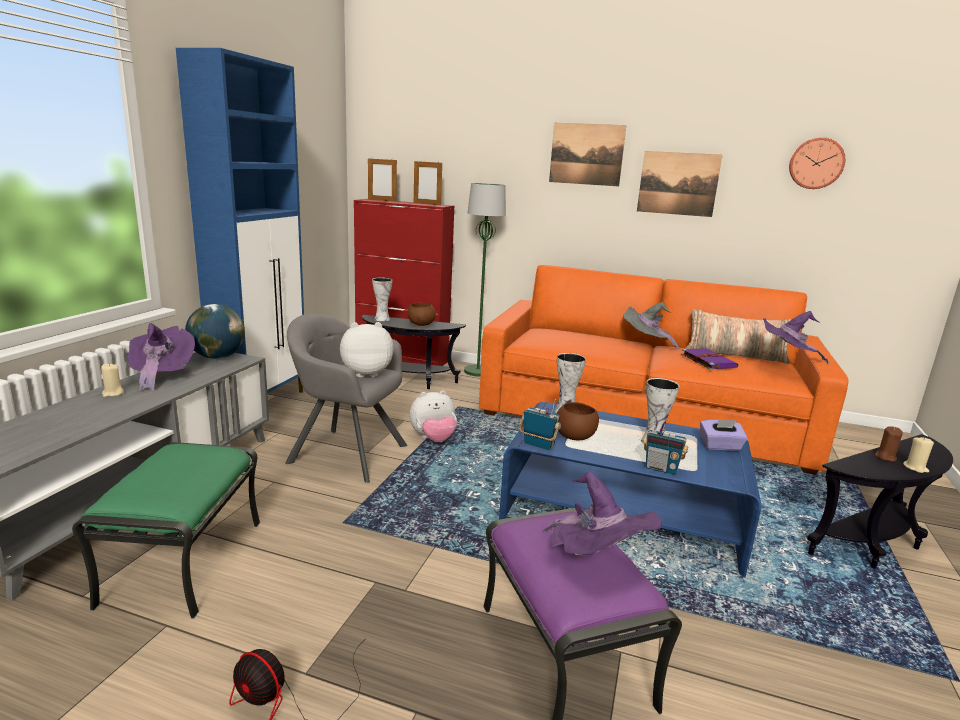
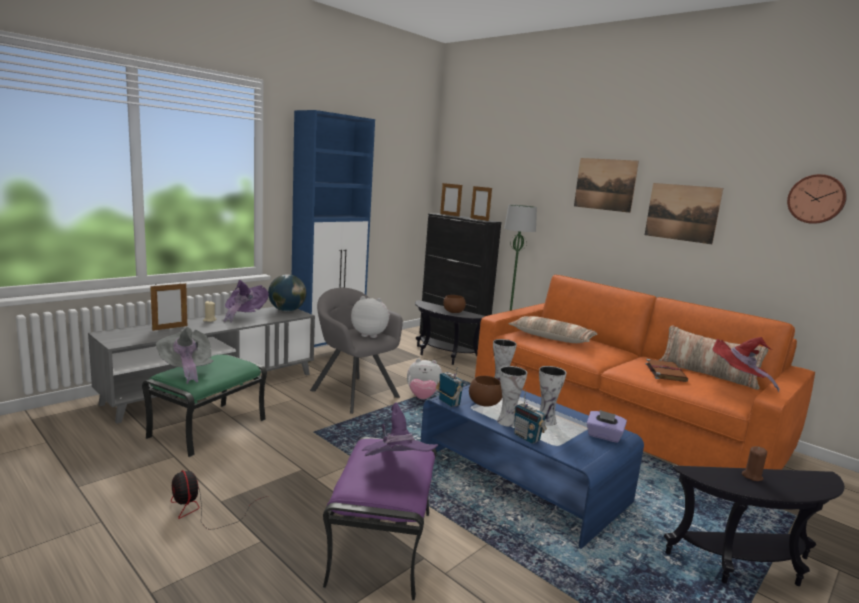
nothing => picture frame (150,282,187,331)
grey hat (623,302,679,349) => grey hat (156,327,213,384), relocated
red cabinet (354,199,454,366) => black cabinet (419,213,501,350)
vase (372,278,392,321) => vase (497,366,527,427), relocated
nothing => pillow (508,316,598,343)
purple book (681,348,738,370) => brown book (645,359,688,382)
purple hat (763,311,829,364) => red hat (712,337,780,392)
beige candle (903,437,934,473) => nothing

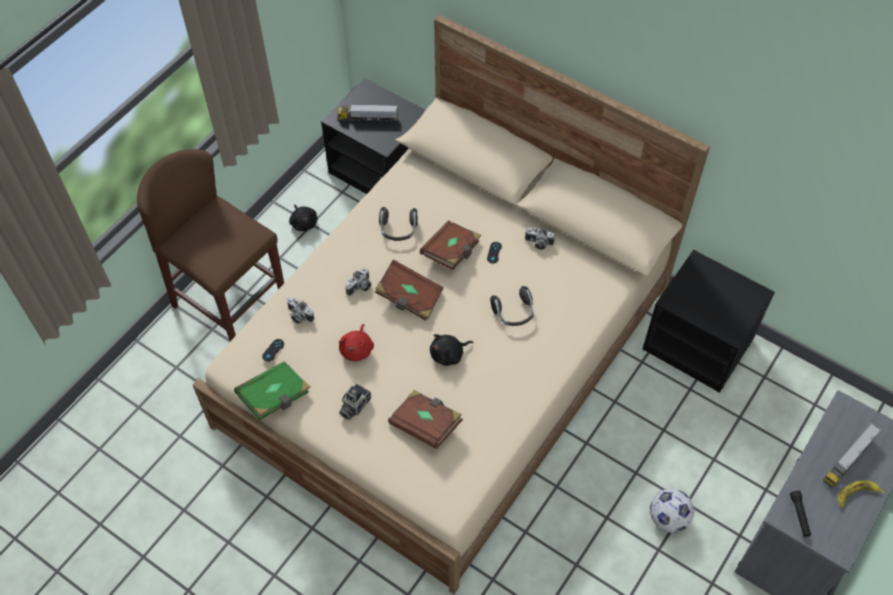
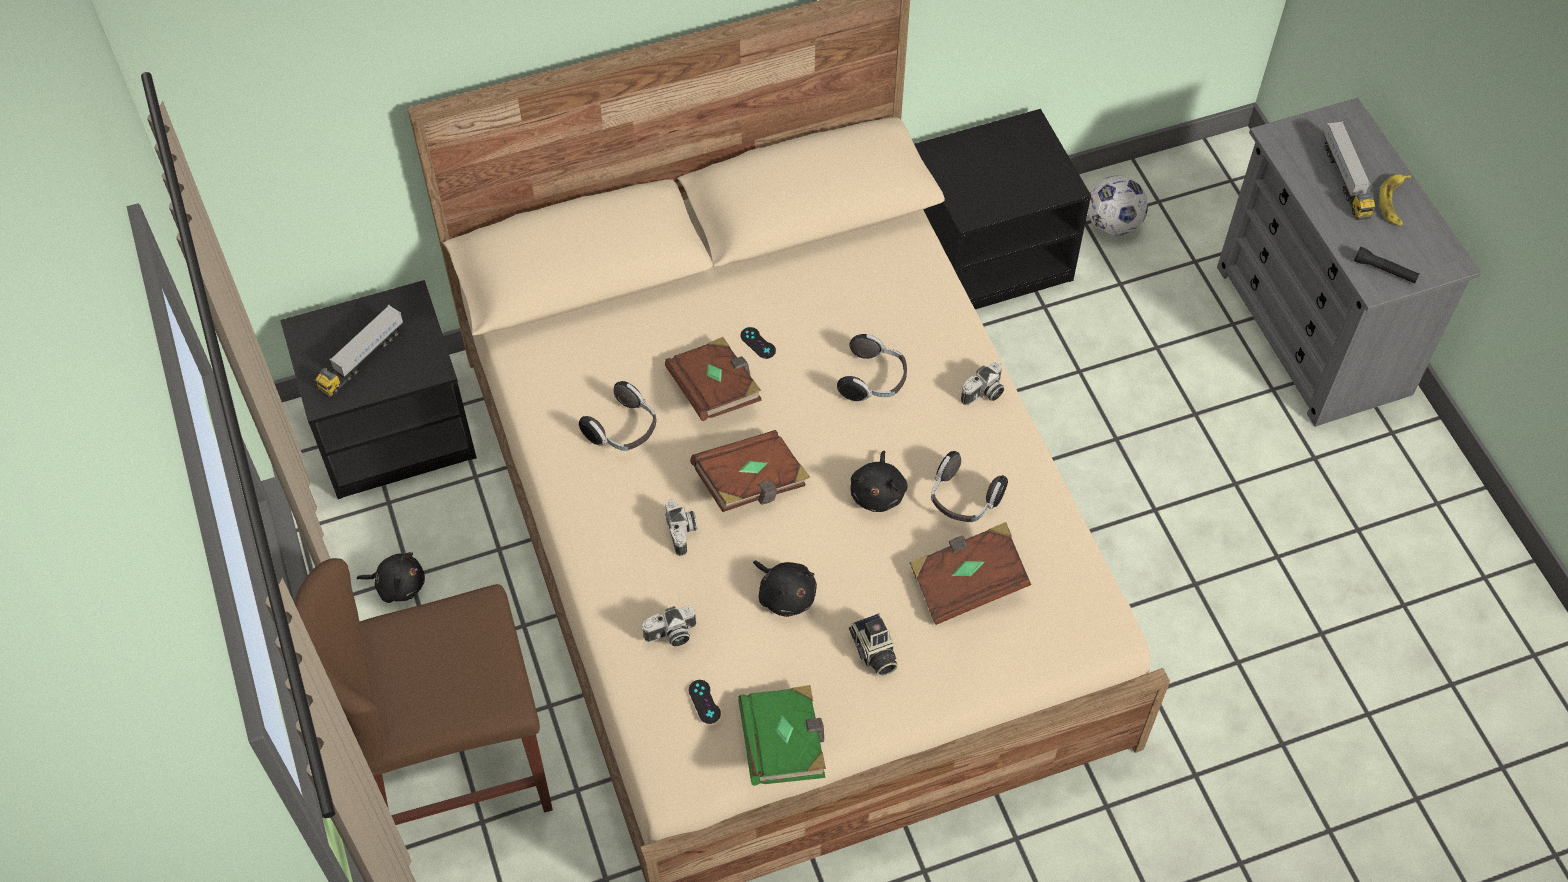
red plush toy (339,324,374,361) => black plush toy (753,560,817,617)
nothing => headphones (931,451,1008,522)
photo camera (525,227,555,250) => photo camera (961,362,1004,405), relocated
football (650,489,694,533) => football (1088,176,1148,236), relocated

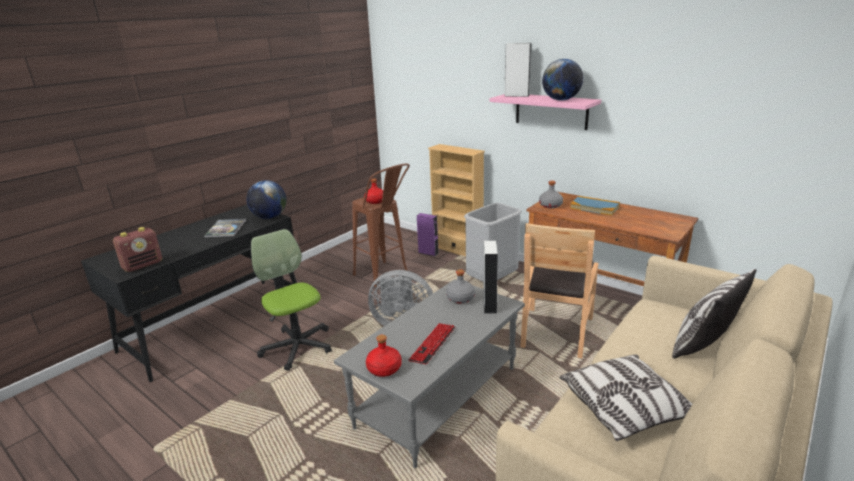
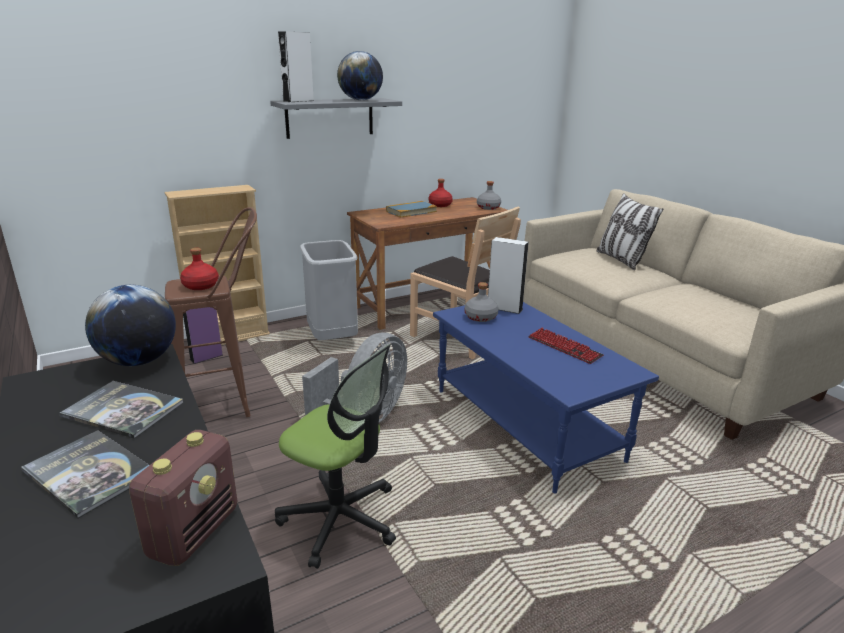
nothing => book (21,430,149,518)
radio (113,227,162,272) => radio (129,430,237,566), 45 degrees clockwise
pink shelf (490,94,601,130) => grey shelf (270,98,402,139)
office chair (251,229,332,371) => office chair (275,344,396,569), 135 degrees counterclockwise
red bottle (366,335,402,377) => red bottle (429,179,453,207), relocated
grey coffee table (334,279,525,468) => blue coffee table (433,302,659,494)
grey bottle (539,181,563,208) => grey bottle (477,181,501,210), relocated
pillow (559,354,692,441) => nothing

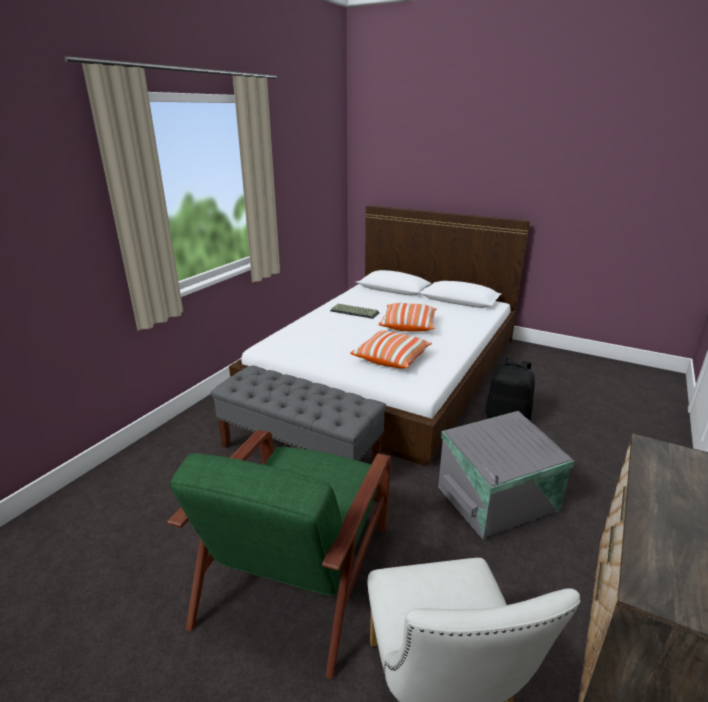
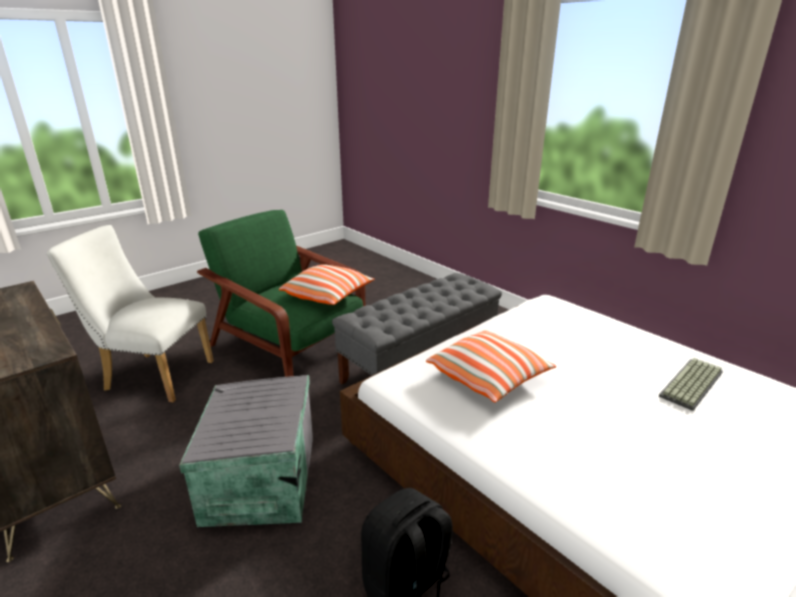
pillow (378,303,437,332) => pillow (279,264,375,305), relocated

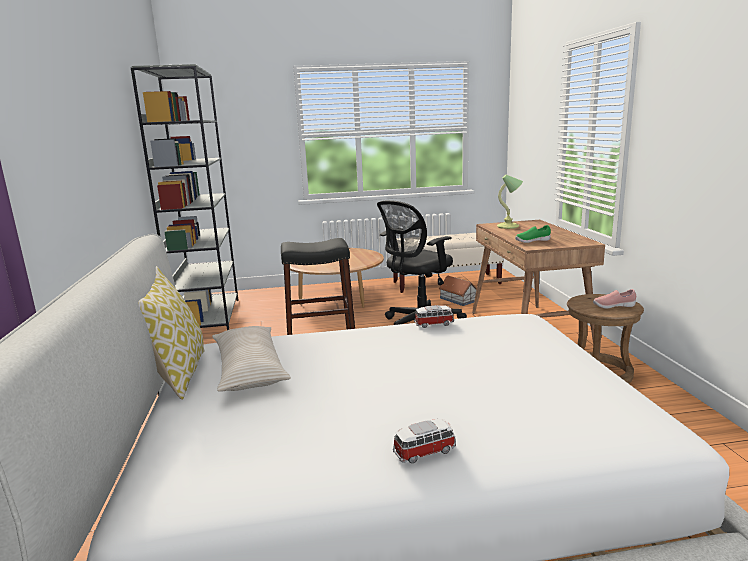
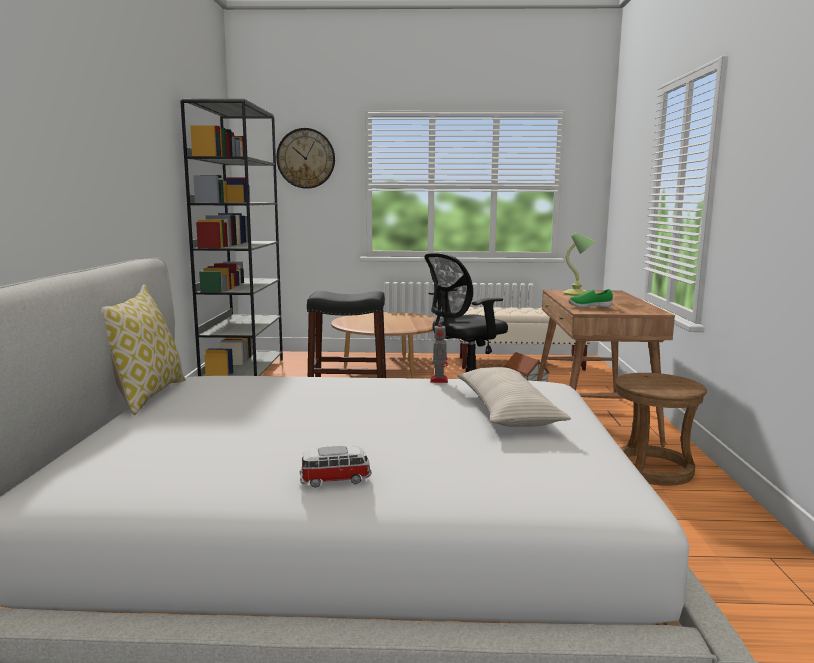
nothing => wall clock (276,128,335,189)
toy car (414,305,454,328) => toy robot (430,324,448,383)
beige pillow (212,326,291,392) => beige pillow (457,367,571,427), relocated
pink shoe (593,289,636,309) => nothing

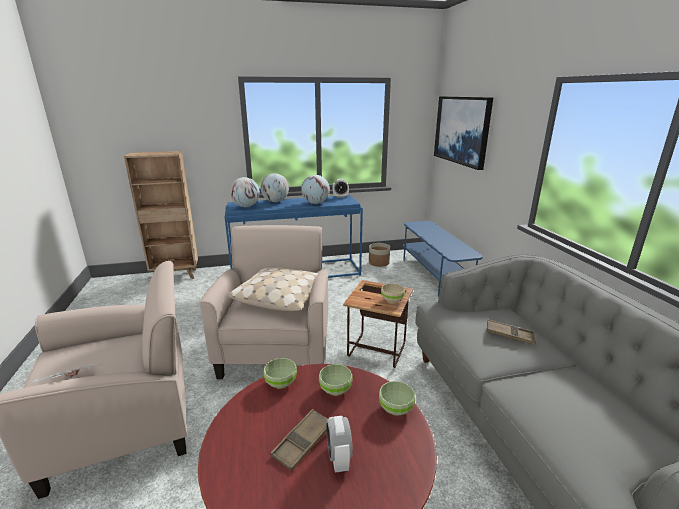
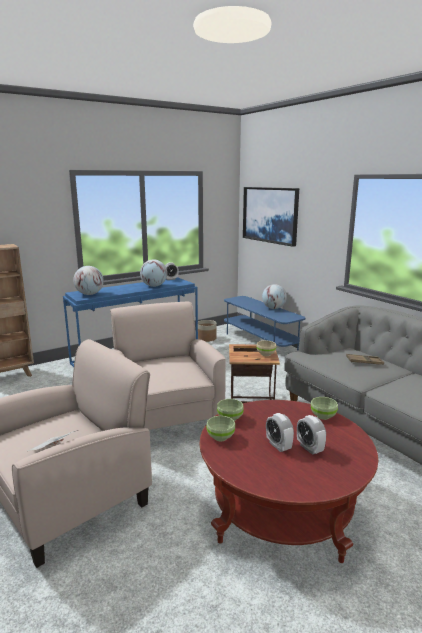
green bowl (319,364,353,396) => green bowl (206,416,235,441), relocated
globe (260,173,289,202) => globe (262,284,287,309), relocated
brown tray (270,409,328,471) => alarm clock (266,413,294,452)
beige pillow (226,267,328,311) => nothing

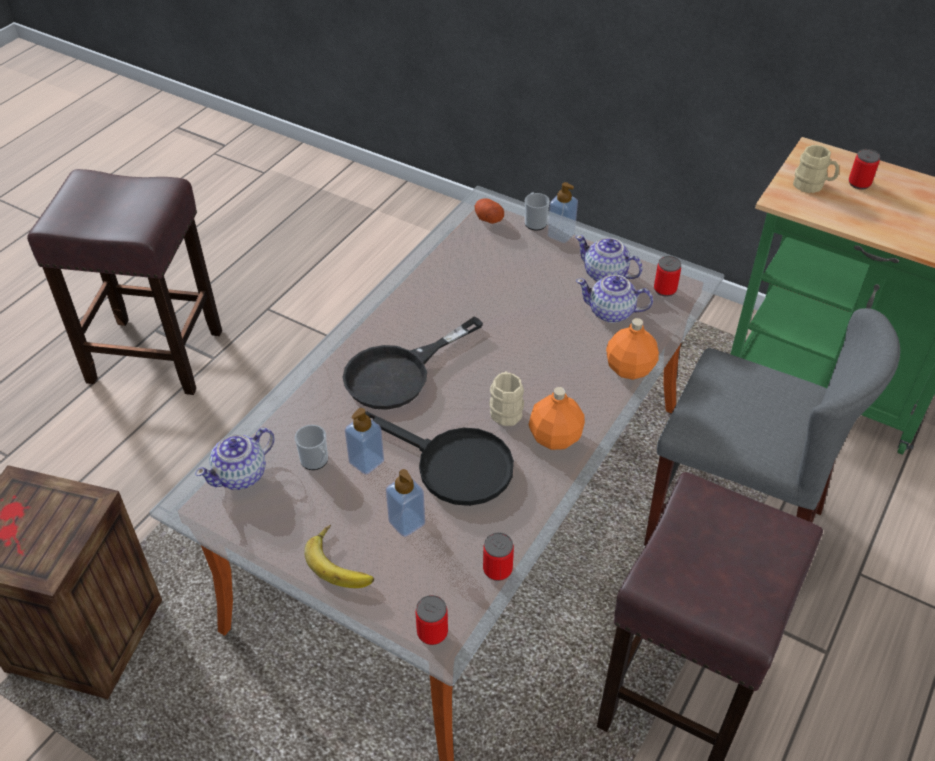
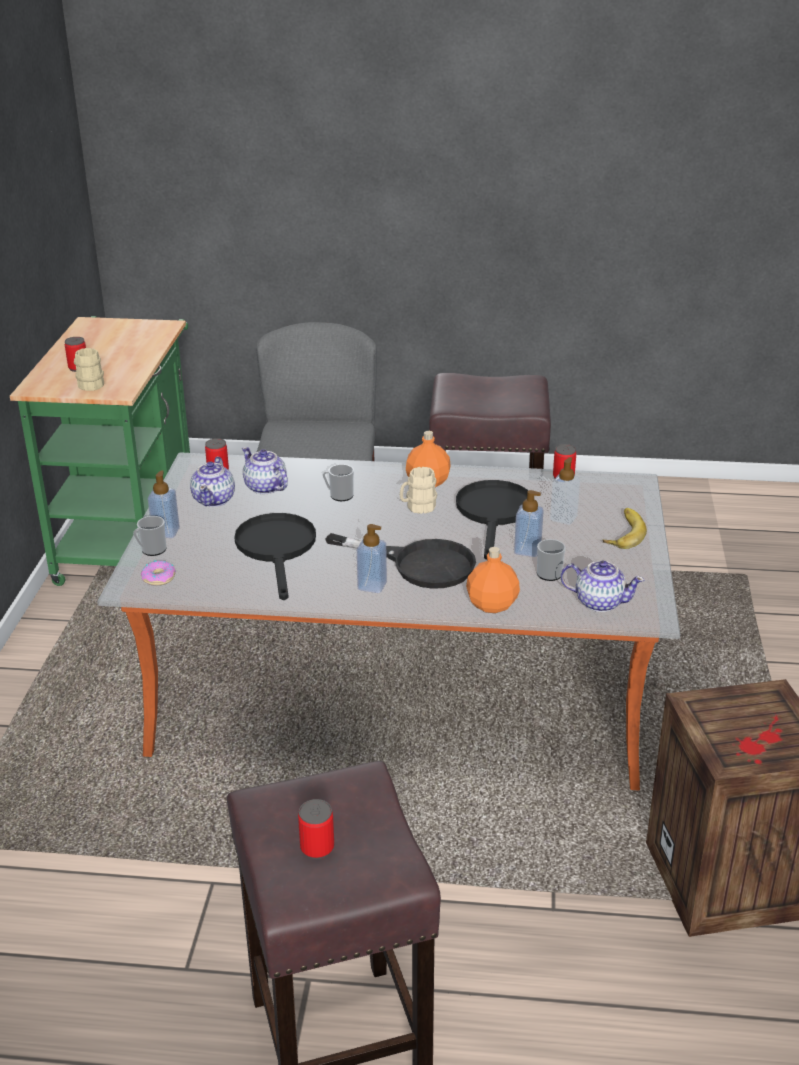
potato (475,198,504,224) => donut (141,560,176,585)
nothing => black frying pan (235,513,316,600)
teapot (576,275,653,323) => teapot (242,447,288,494), 150 degrees clockwise
can (416,595,448,645) => can (298,799,334,859), relocated
nothing => mug (323,464,354,501)
nothing => soap dispenser (357,524,387,593)
orange bottle (606,318,659,380) => orange bottle (466,547,520,613), relocated

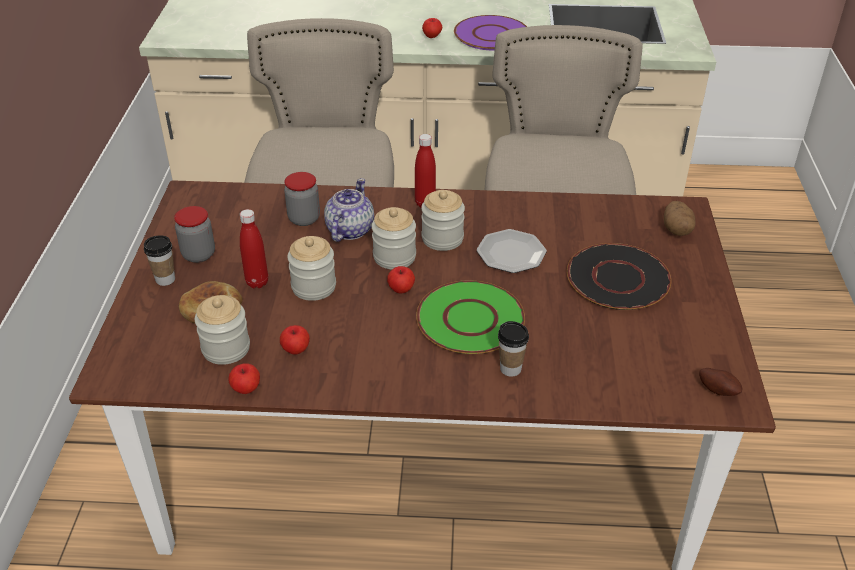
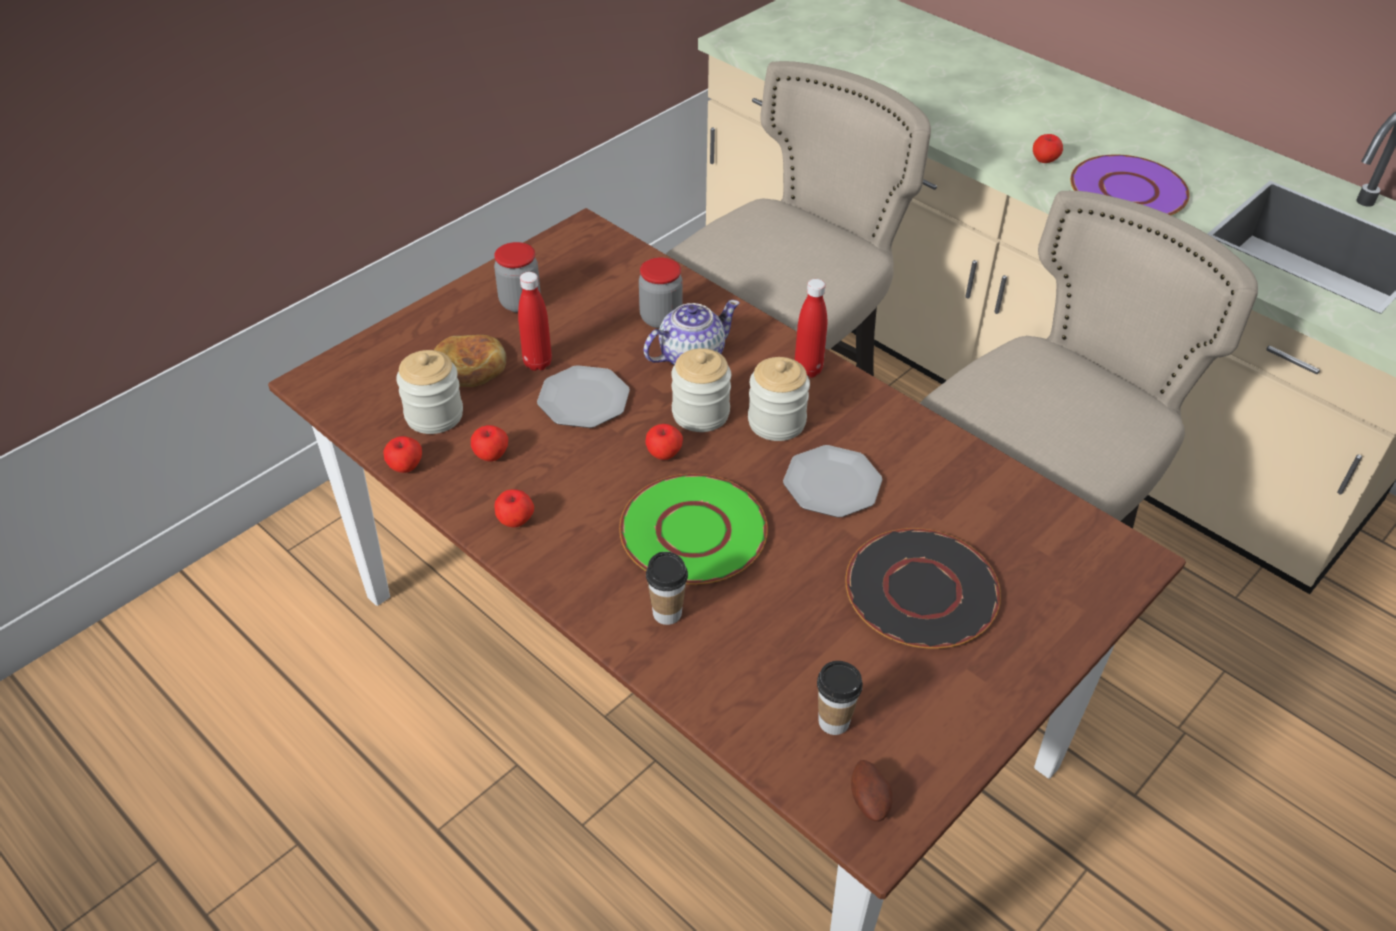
nothing => apple (494,489,534,528)
jar (287,236,336,301) => plate (537,365,630,428)
cup (144,235,175,286) => cup (817,661,863,735), relocated
potato (664,201,696,236) => nothing

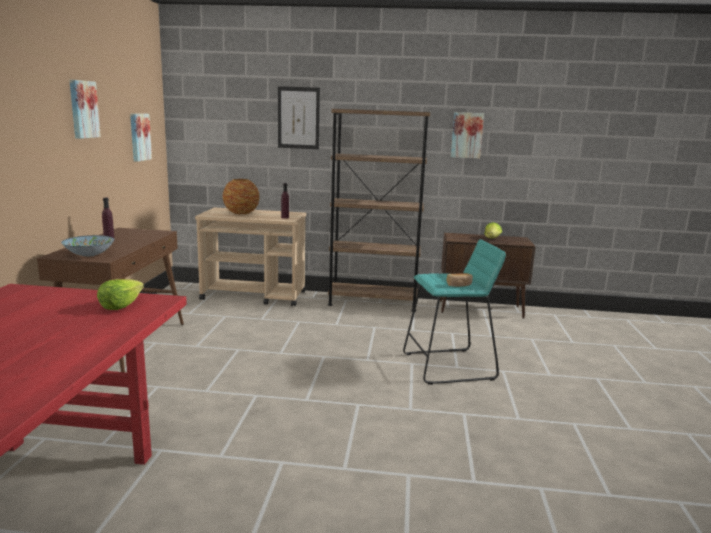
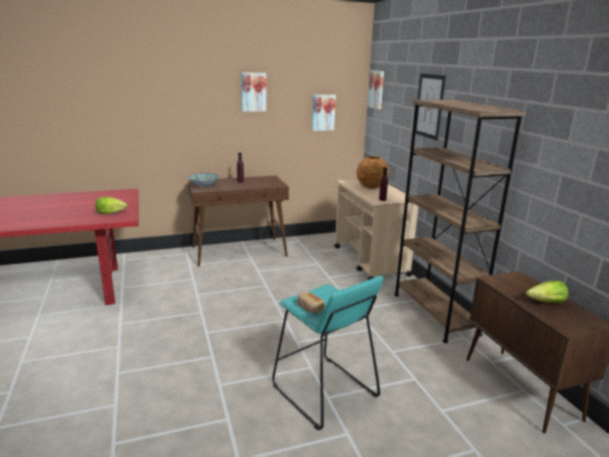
picture (451,112,484,159) => picture (368,70,384,109), relocated

